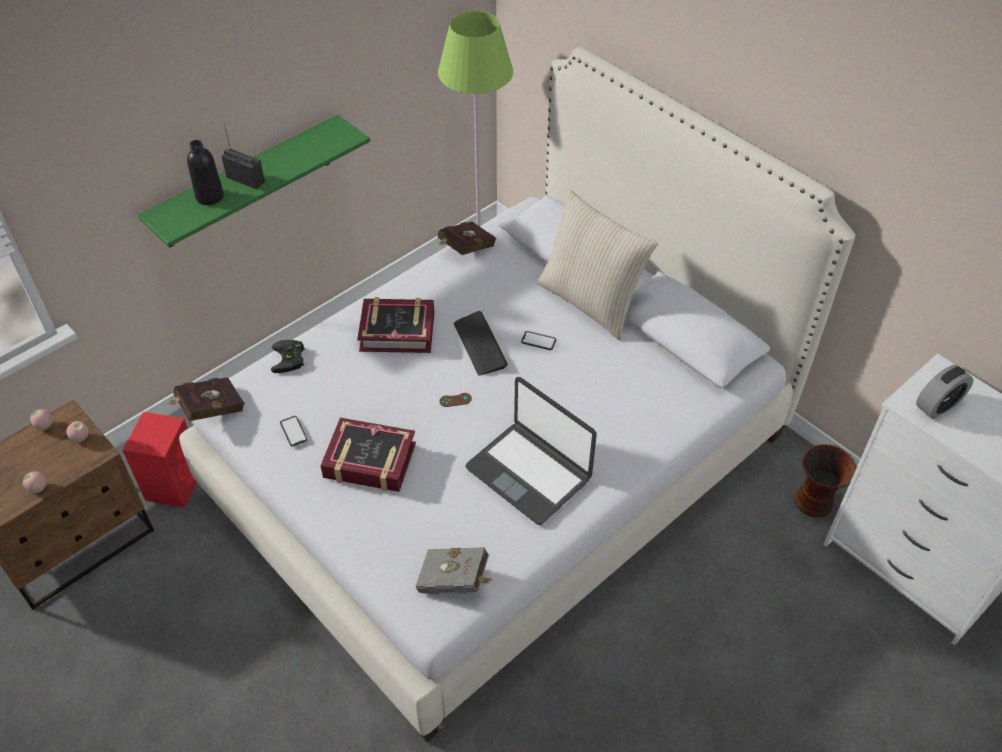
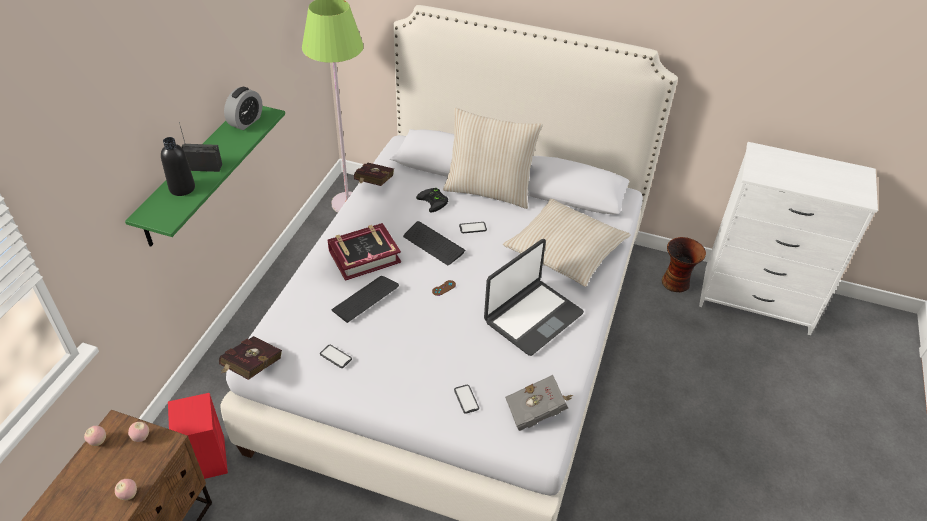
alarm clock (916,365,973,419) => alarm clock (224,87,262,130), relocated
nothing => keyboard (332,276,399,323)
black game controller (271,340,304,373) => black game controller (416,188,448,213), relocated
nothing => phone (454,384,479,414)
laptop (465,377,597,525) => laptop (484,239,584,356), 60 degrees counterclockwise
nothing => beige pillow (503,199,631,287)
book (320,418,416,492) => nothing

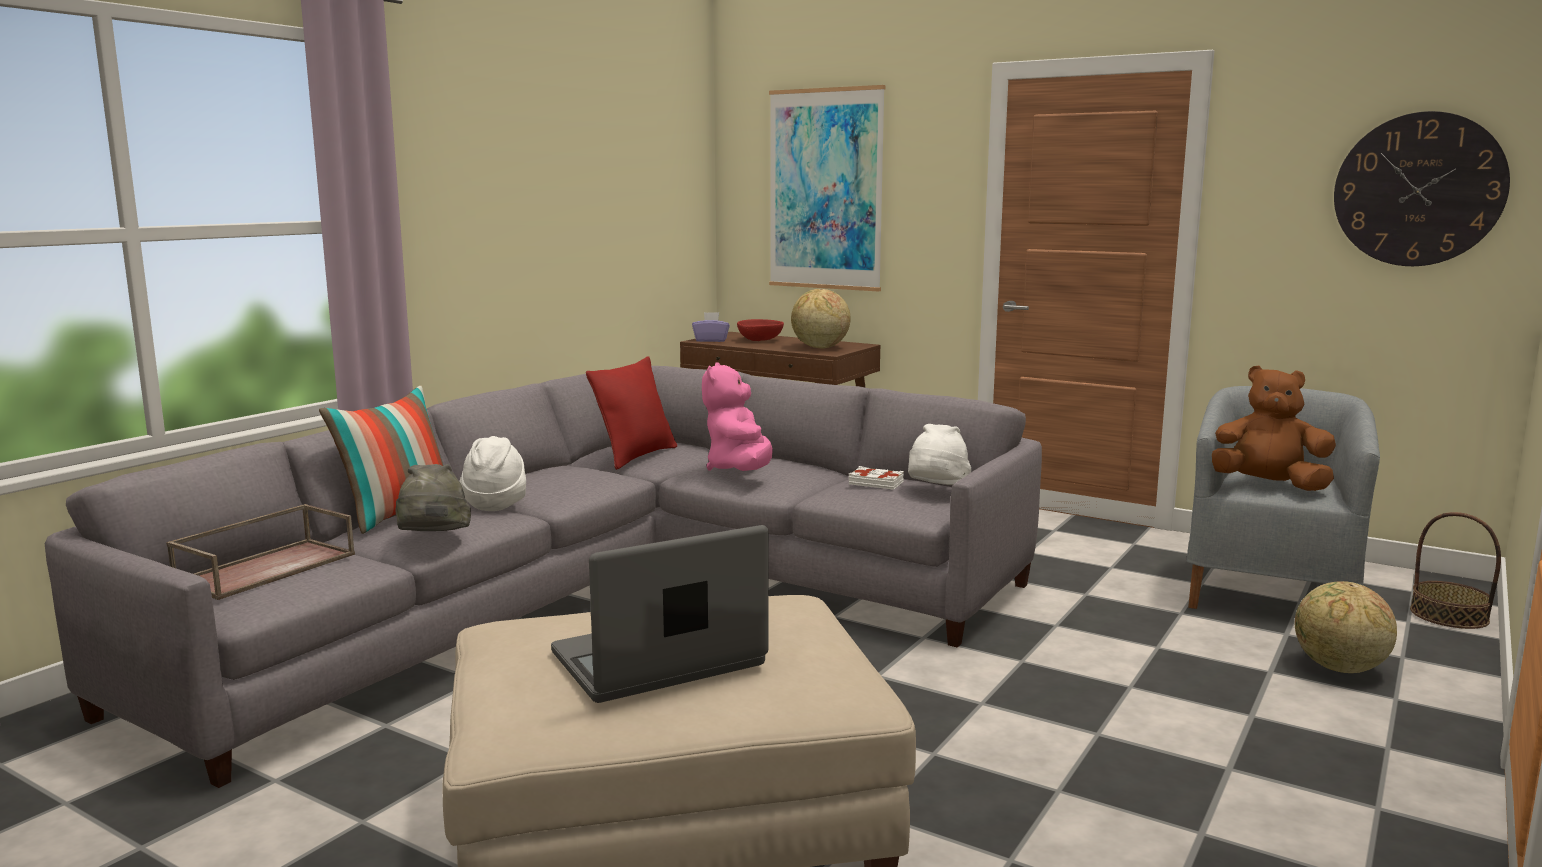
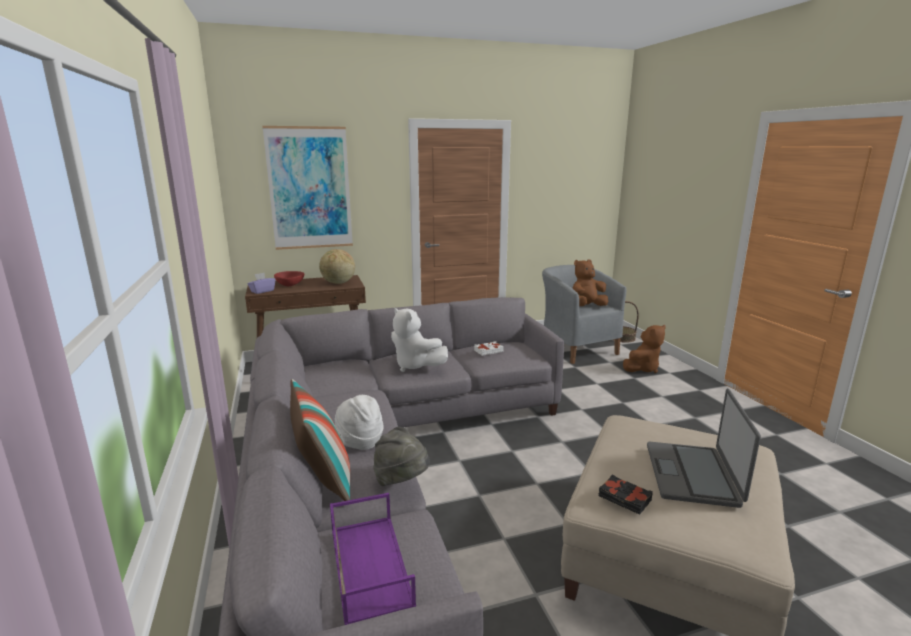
brown tray (166,504,355,600) => purple tray (330,493,416,625)
pink plush toy (702,363,773,471) => white plush toy (391,308,448,372)
nothing => black book (598,475,653,515)
globe (1295,581,1397,673) => brown plush toy (623,325,666,373)
red pillow (586,356,677,470) => nothing
white hat (908,424,971,485) => nothing
wall clock (1334,111,1510,266) => nothing

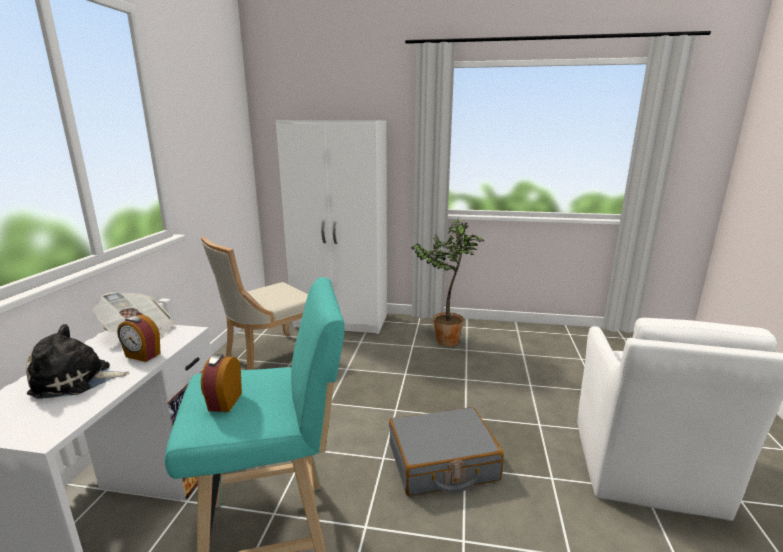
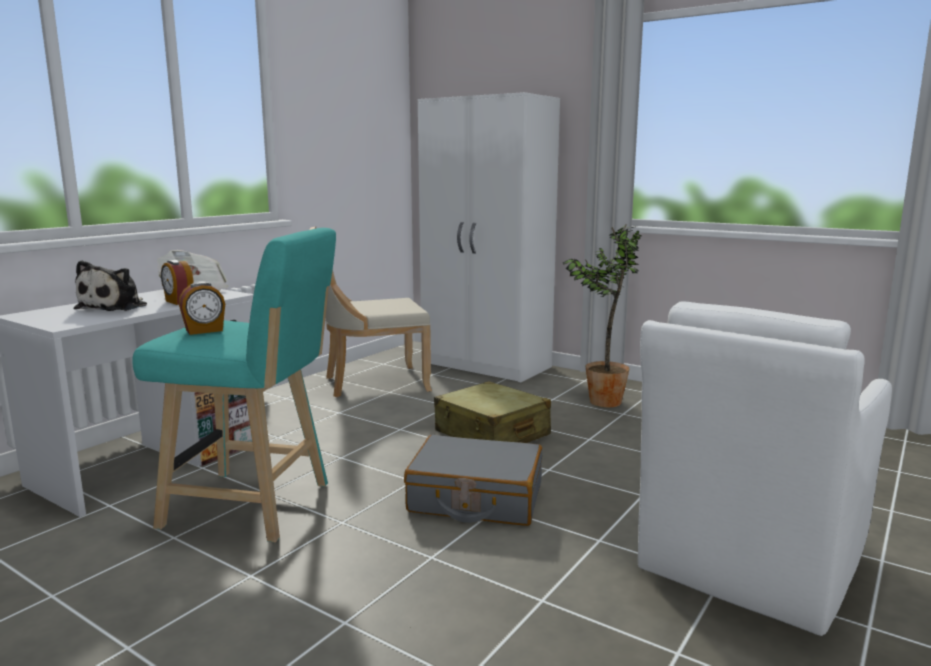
plush toy (26,324,130,399) => plush toy (74,260,147,311), 90 degrees counterclockwise
alarm clock (201,354,242,412) => alarm clock (179,281,225,335), 150 degrees counterclockwise
nothing => beige suitcase (434,381,551,443)

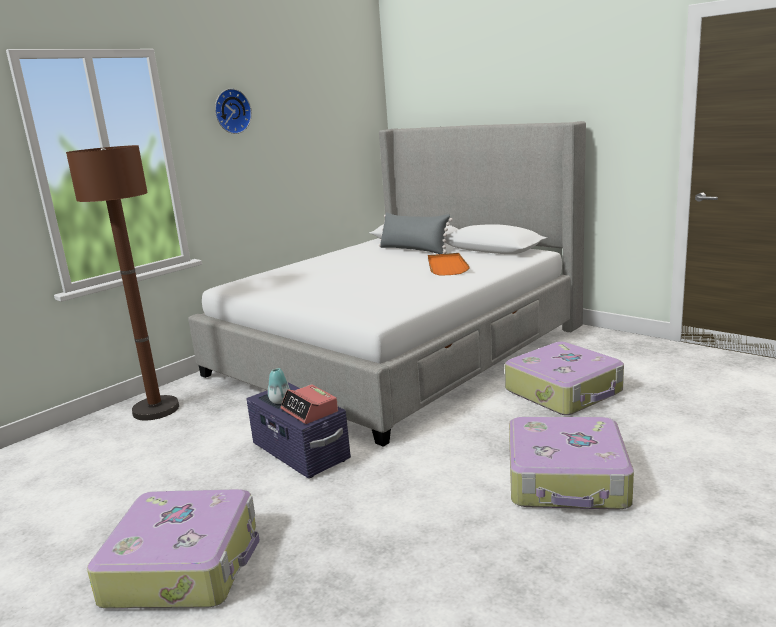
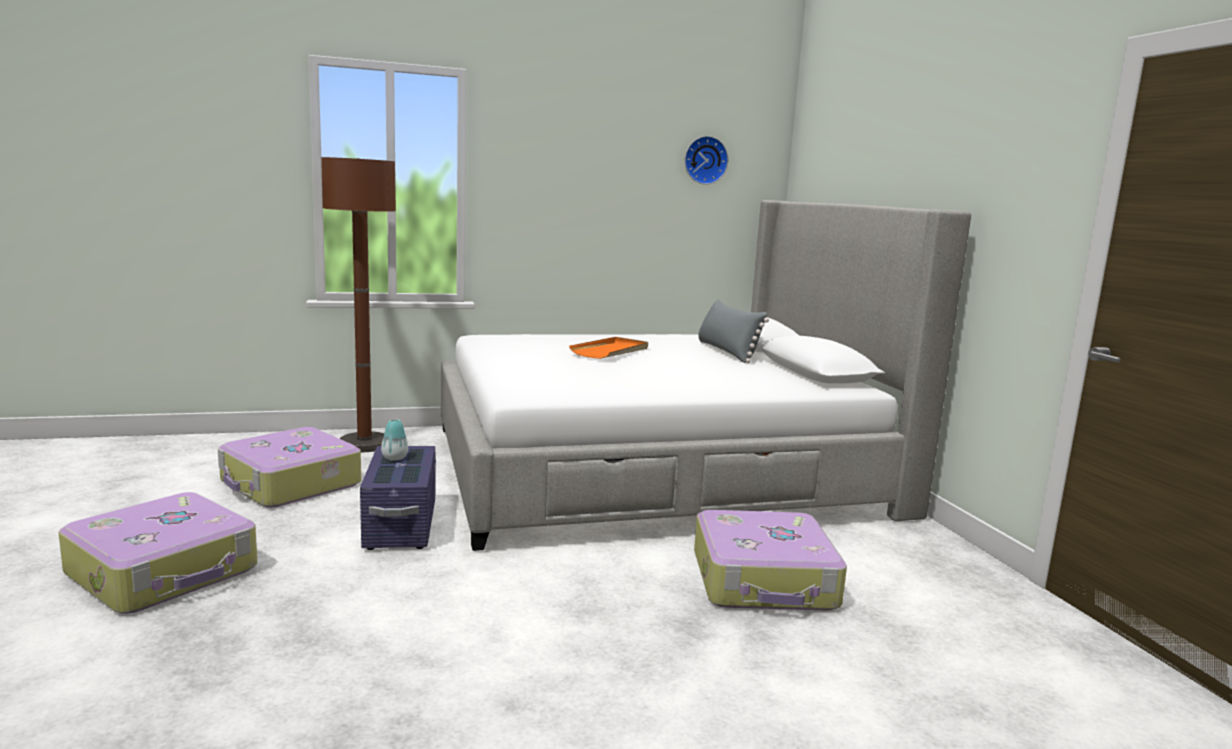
suitcase (509,417,634,510) => suitcase (218,427,361,508), relocated
orange tray (428,253,470,276) => orange tray (569,337,648,359), relocated
wall clock (215,88,252,134) => wall clock (685,136,728,185), relocated
alarm clock (281,384,338,424) => nothing

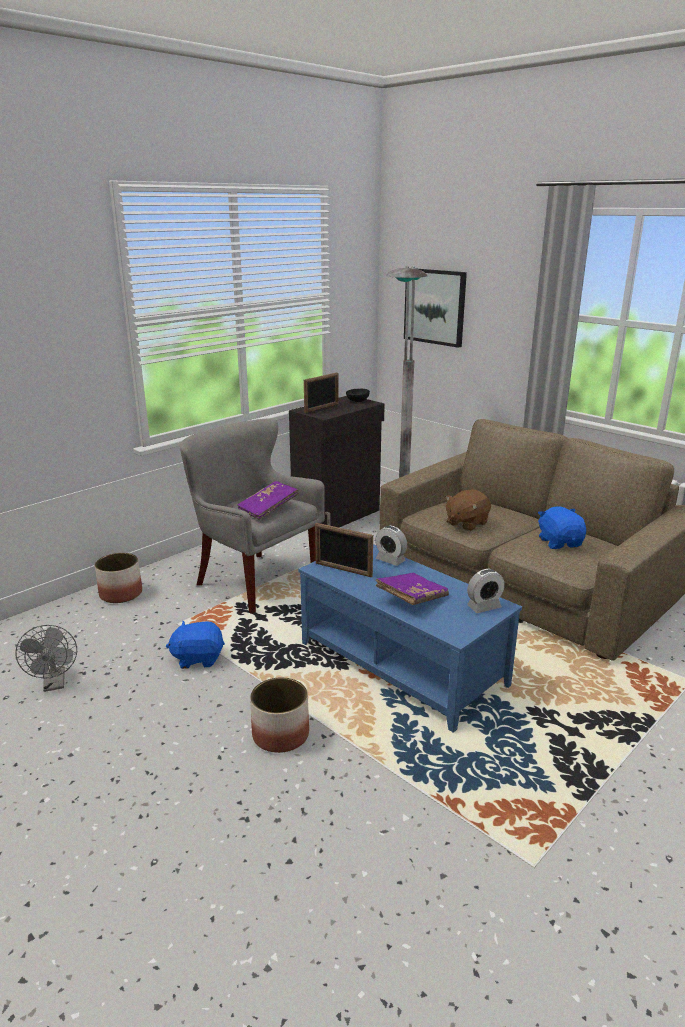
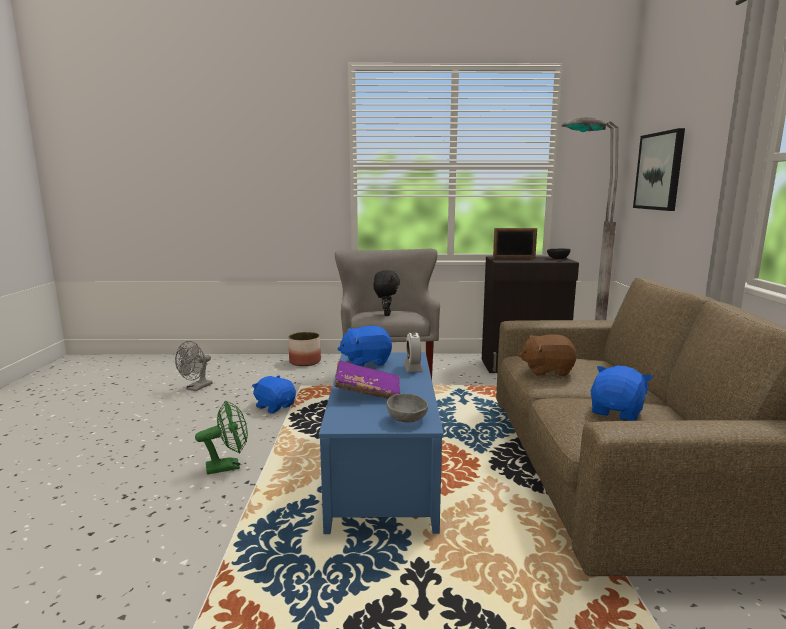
planter (250,678,309,753) => green fan (195,400,248,475)
picture frame (315,523,373,577) => blue plush toy (338,326,392,366)
purple book (238,481,299,520) => black plush toy (373,270,400,316)
alarm clock (467,569,505,613) => grey bowl (387,394,428,422)

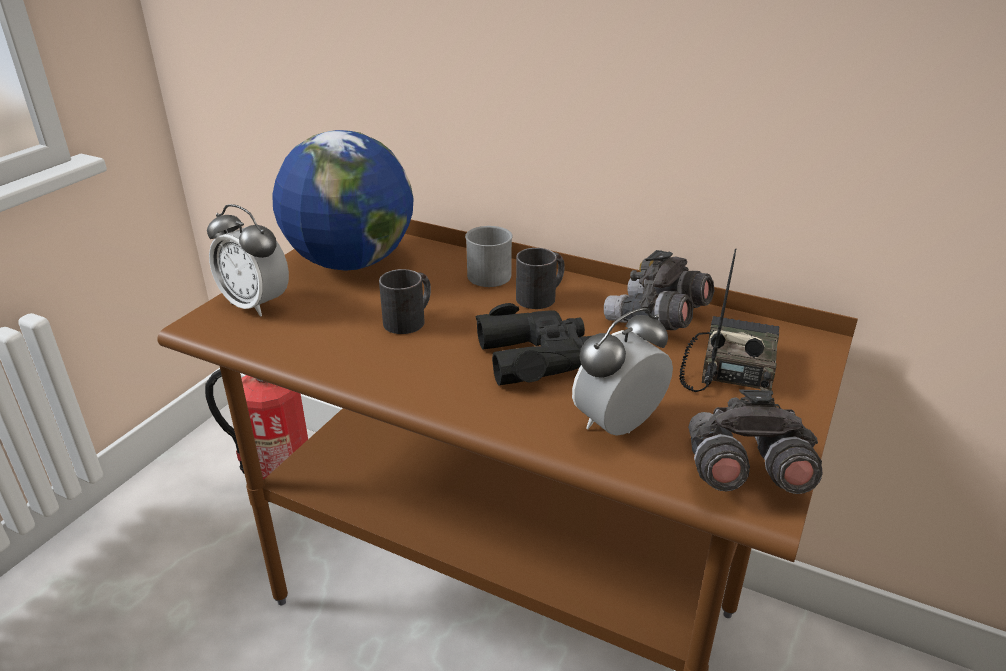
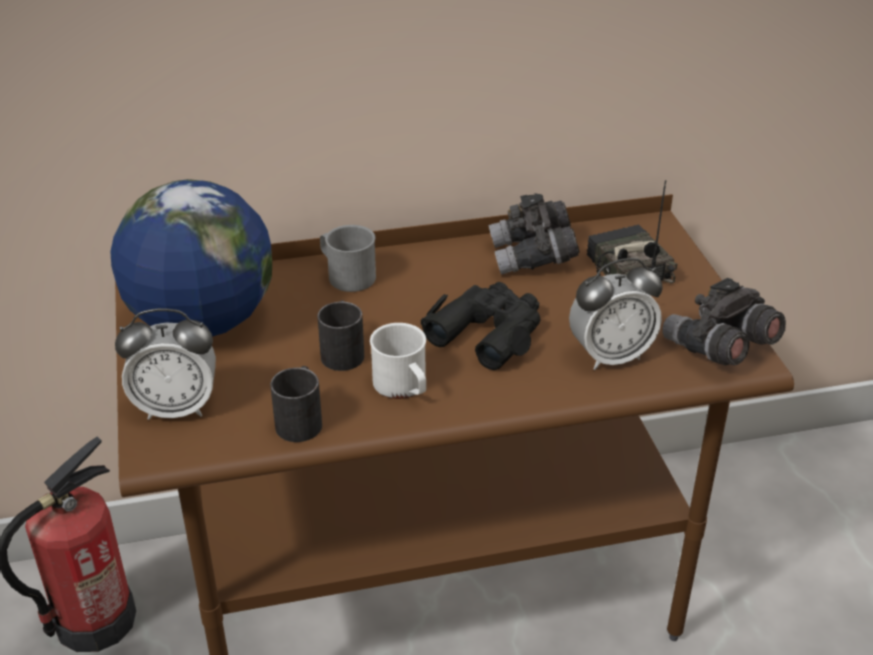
black mug (516,248,565,309) => black mug (270,366,322,442), relocated
nothing => white mug (370,323,426,399)
alarm clock (572,308,673,436) => alarm clock (569,258,663,370), 120 degrees counterclockwise

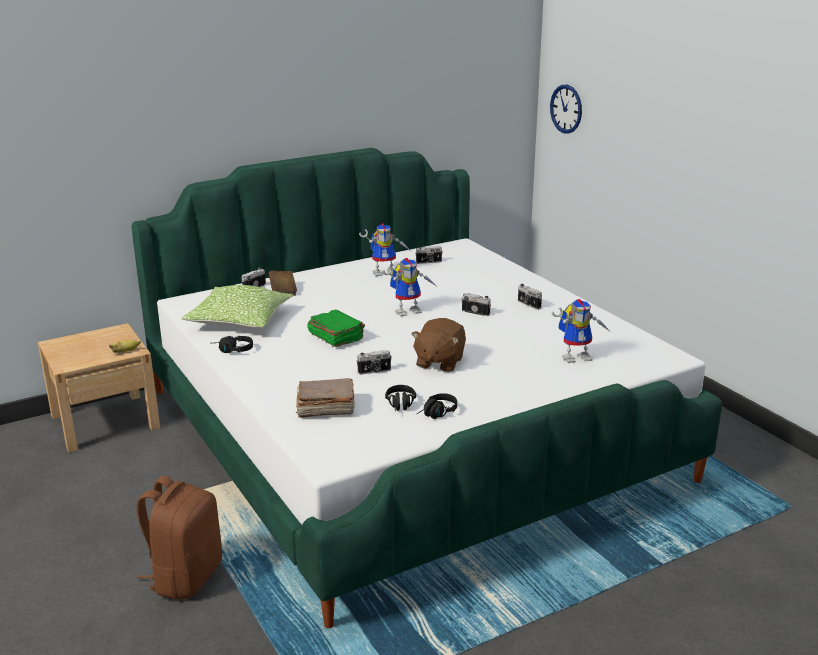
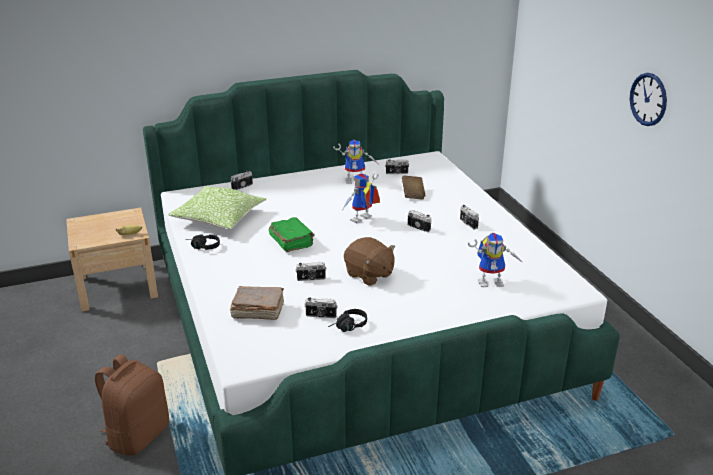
black headphones (385,385,416,411) => photo camera (304,298,338,318)
toy robot (383,258,436,316) => toy robot (343,173,380,223), 150 degrees clockwise
brown plush toy (411,318,466,372) => brown plush toy (344,237,395,286), 75 degrees counterclockwise
brown book (269,270,297,296) => brown book (402,176,426,199), relocated
wall clock (550,85,582,134) => wall clock (630,73,667,126), relocated

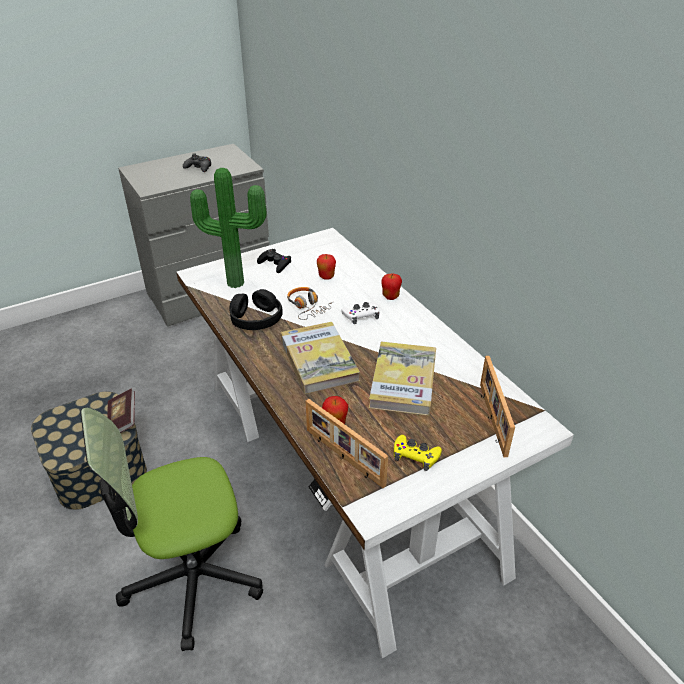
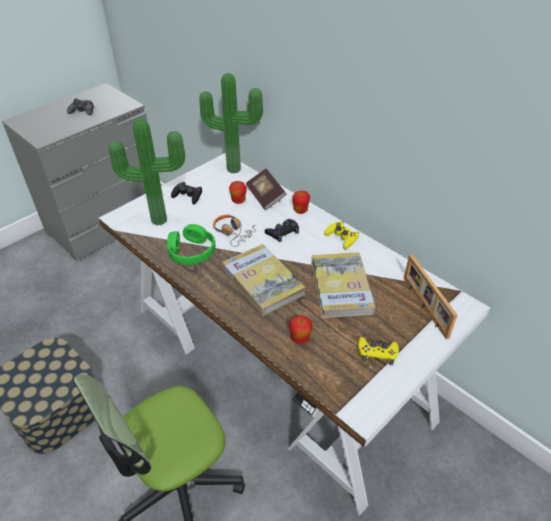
black headphones (229,289,283,330) => green headphones (167,224,215,265)
nothing => potted plant (199,73,263,174)
book (107,388,135,433) => book (246,168,286,210), relocated
white game controller (342,302,380,324) => black game controller (265,219,299,242)
nothing => yellow game controller (324,221,359,250)
picture frame (306,399,388,488) => nothing

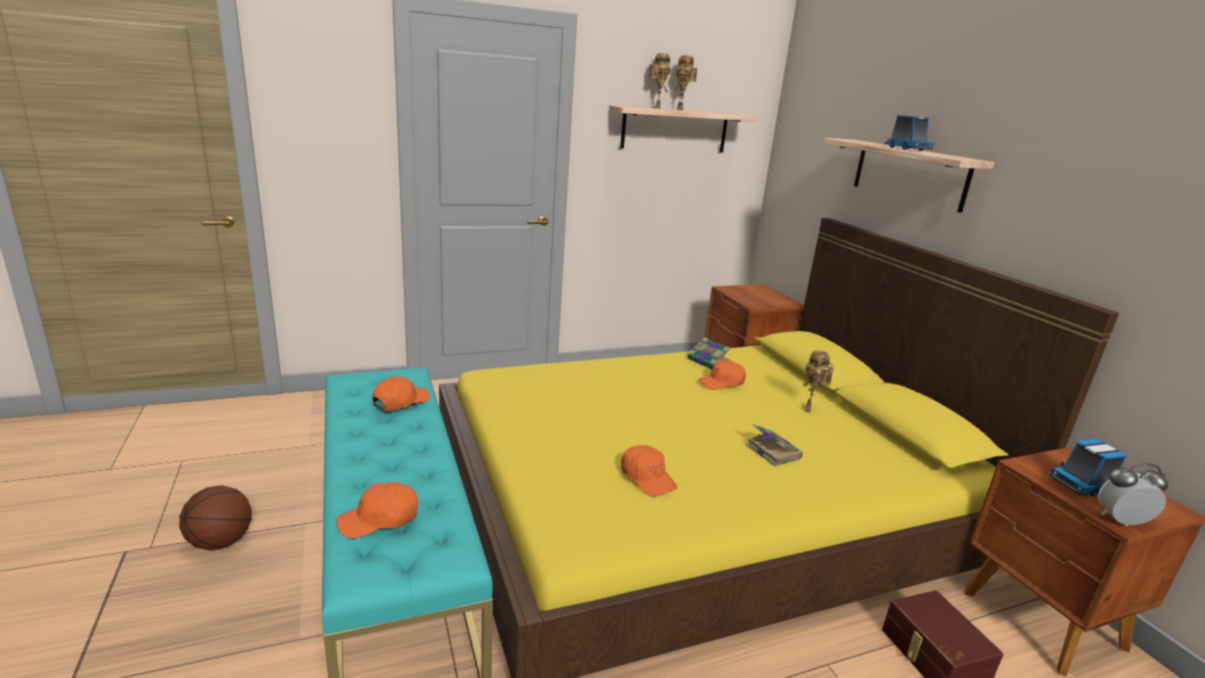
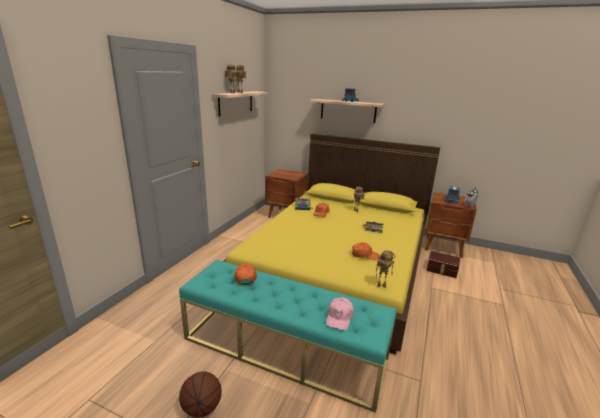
orange cap (336,482,418,539) => pink cap (326,297,354,330)
nothing => toy robot (376,250,396,288)

